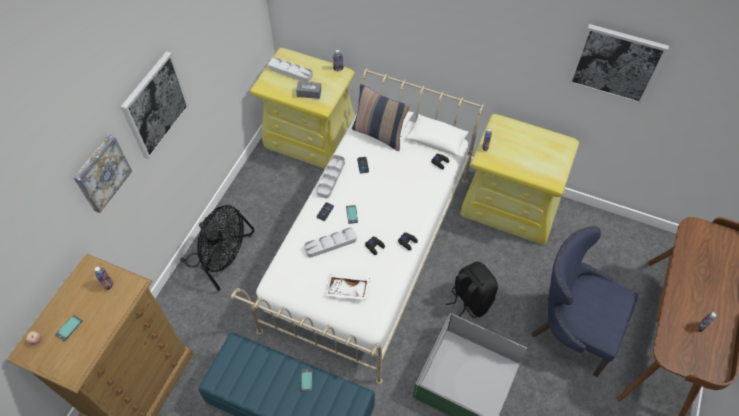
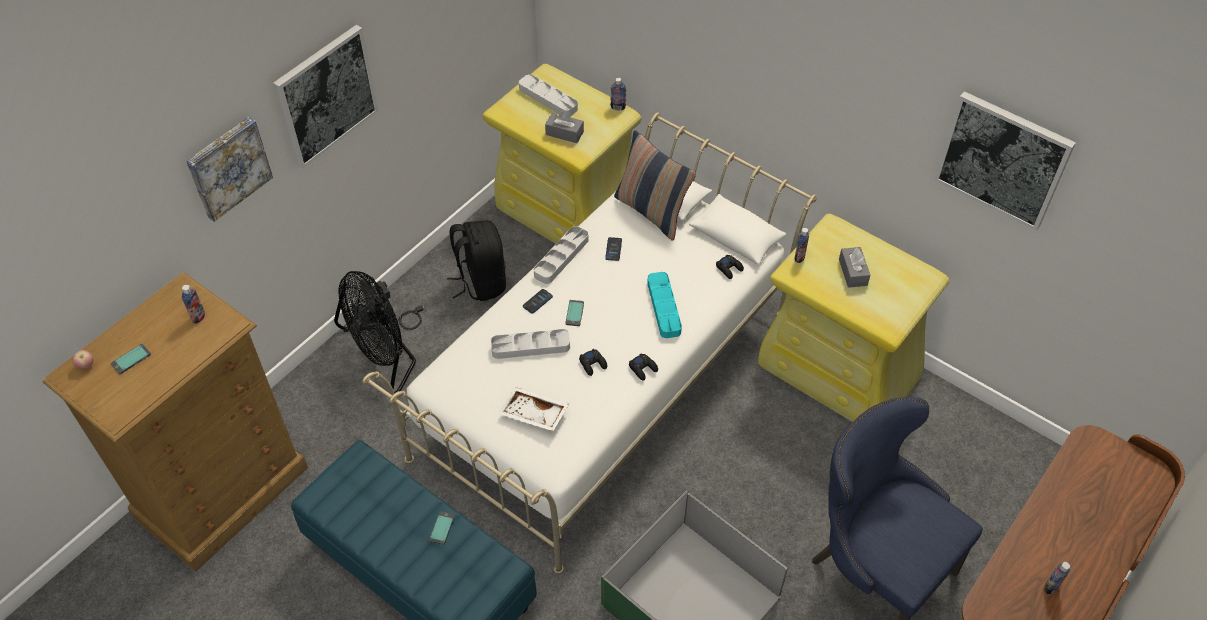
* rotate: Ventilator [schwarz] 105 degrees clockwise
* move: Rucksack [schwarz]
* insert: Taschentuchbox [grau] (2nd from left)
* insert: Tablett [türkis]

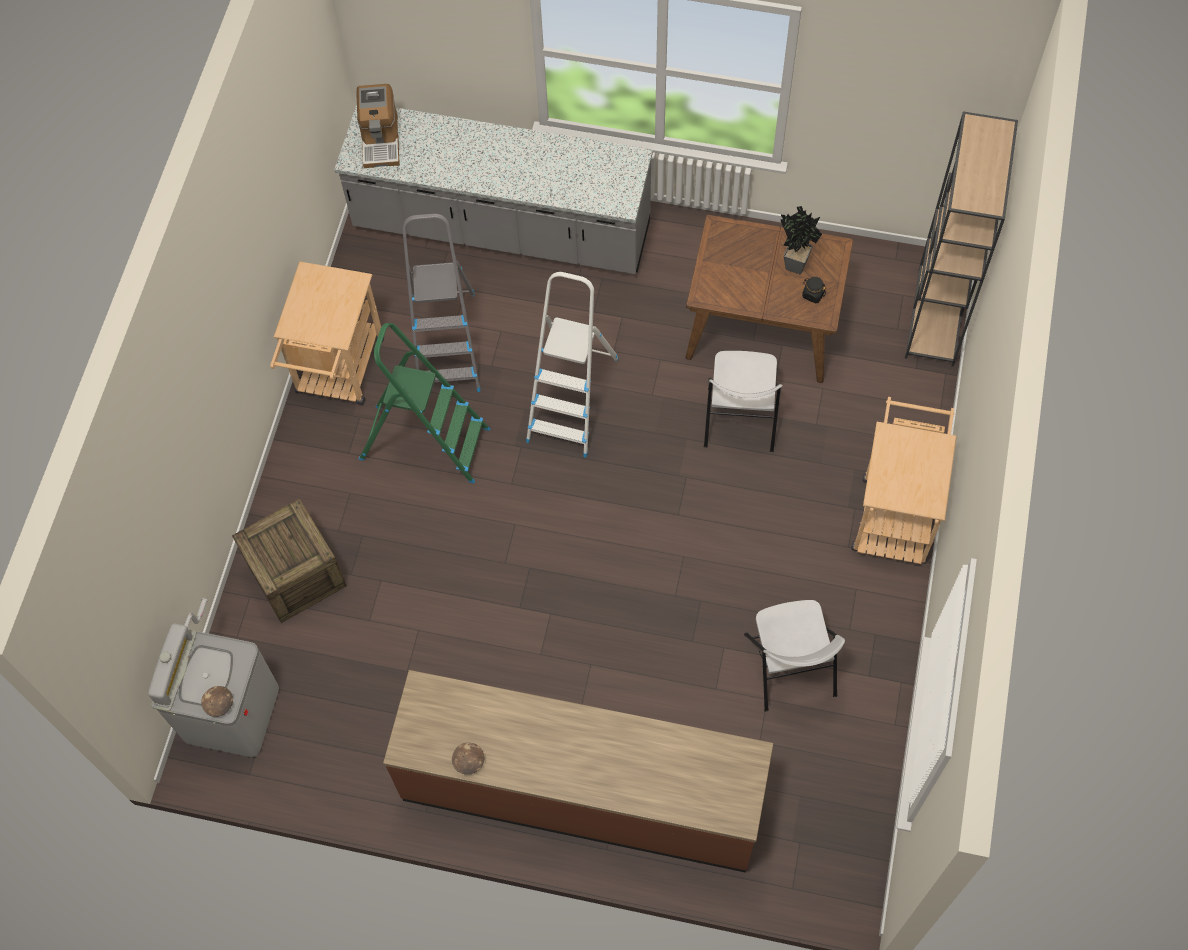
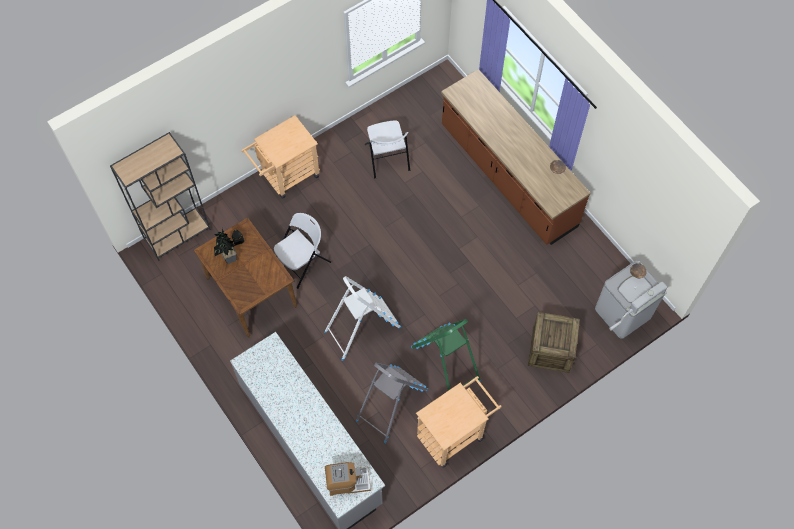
* rotate: Kaffeemaschine 45 degrees clockwise
* rotate: Stuhl [weiß] (2nd from left) 135 degrees clockwise

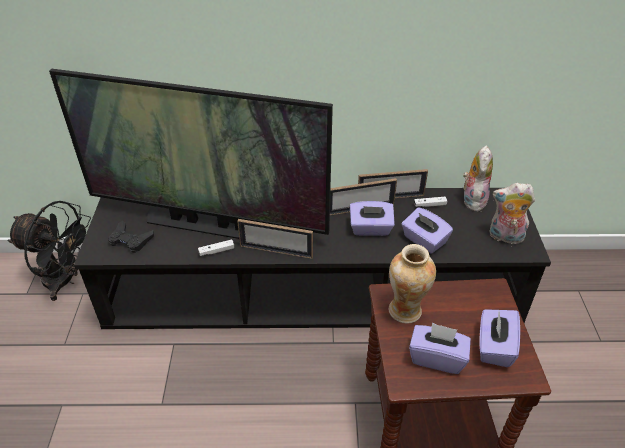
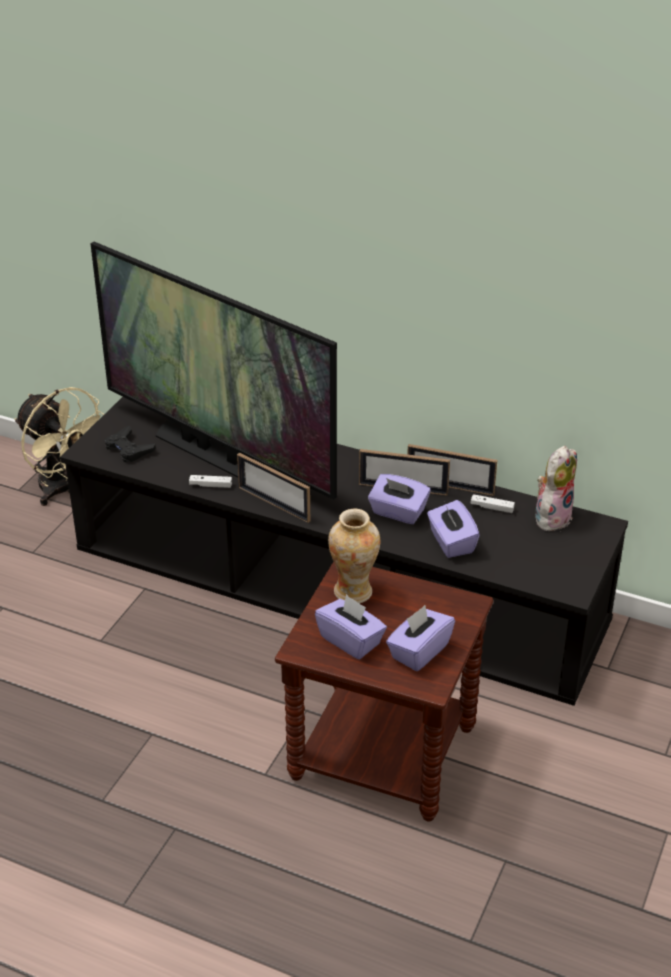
* delete: Plüschtier (2nd from left)
* recolor: Ventilator [schwarz] to Ventilator [beige]

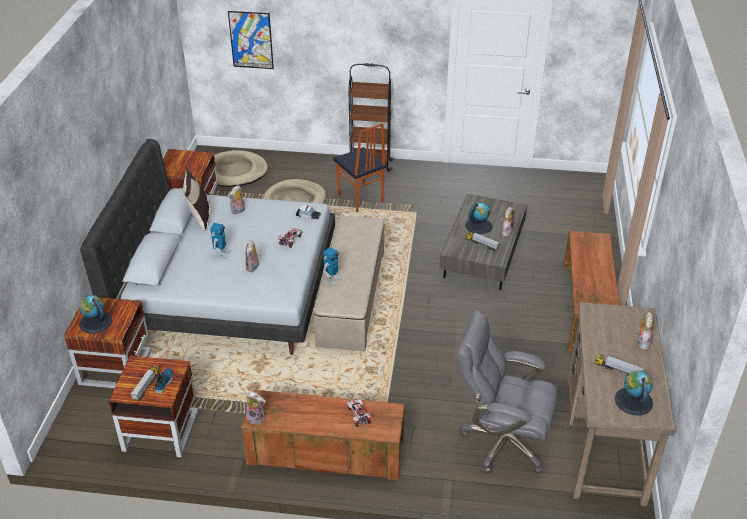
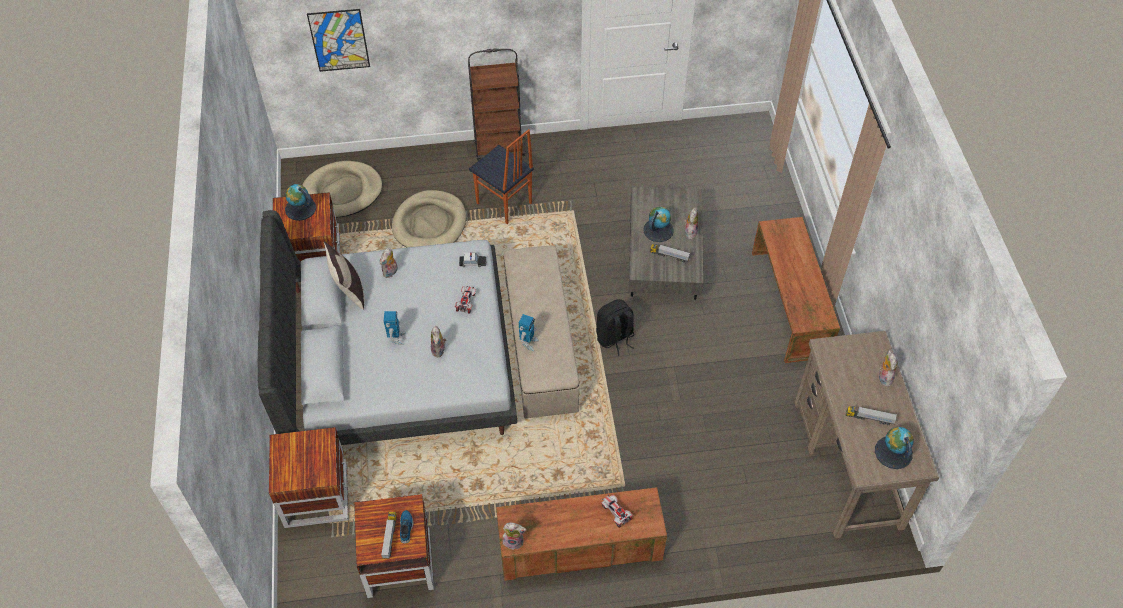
* move: Globus (1st from left)
* delete: Bürostuhl [grau]
* insert: Rucksack [schwarz]

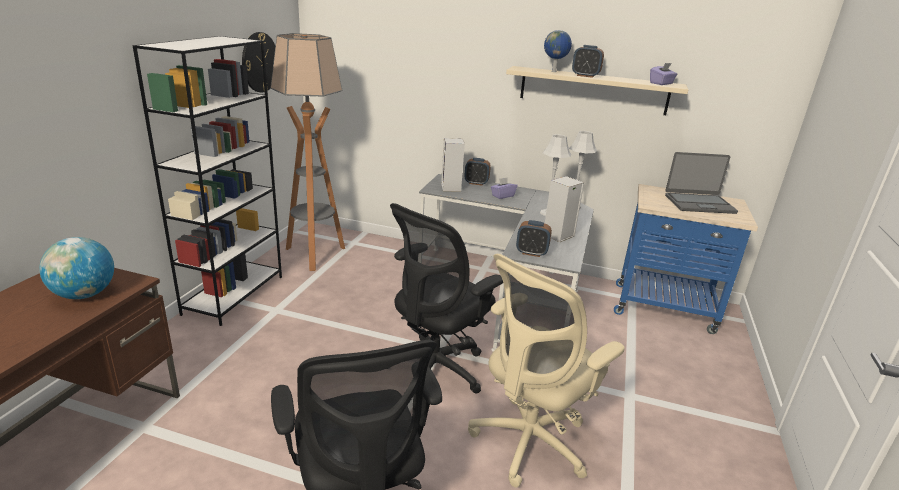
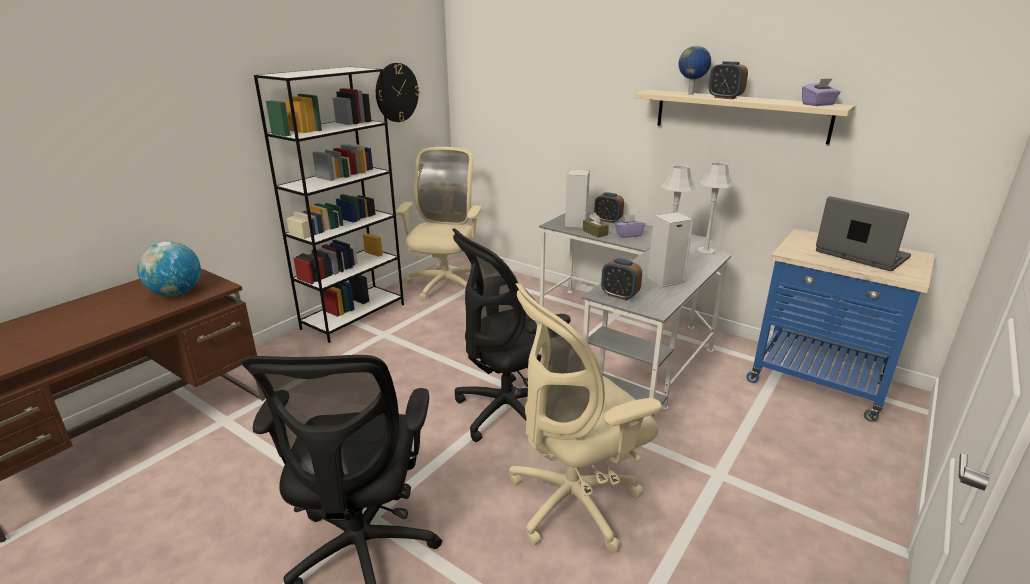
* replace: Stehlampe to Bürostuhl [beige] (1st from left)
* rotate: Laptop 150 degrees counterclockwise
* insert: Taschentuchbox [braun]

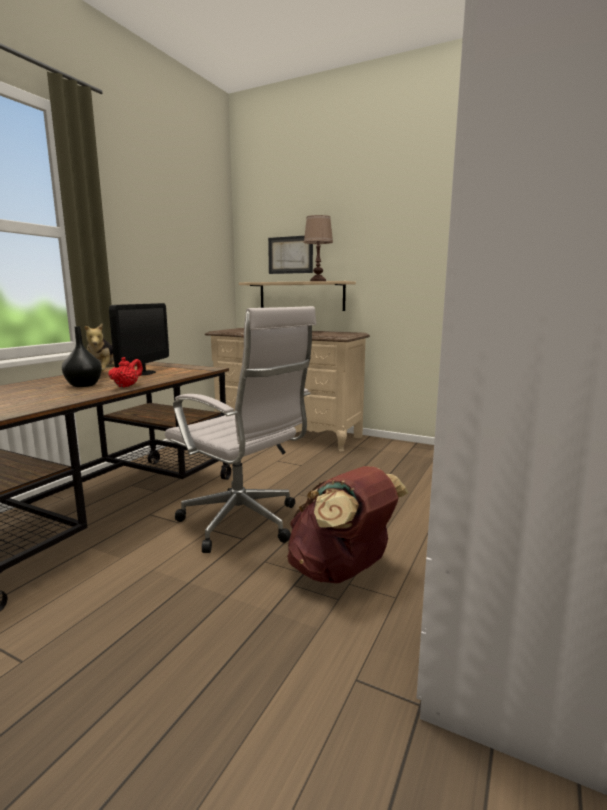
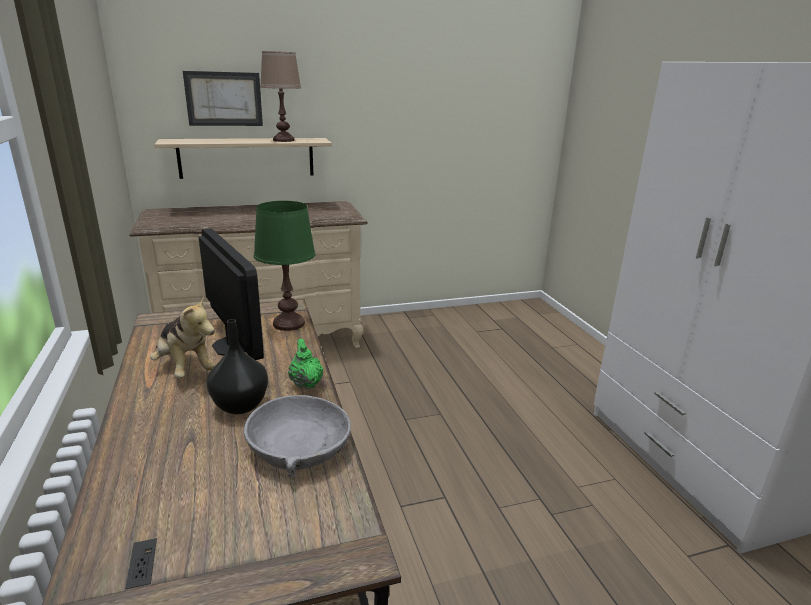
* delete: Bürostuhl [weiß]
* recolor: Teekanne [rot] to Teekanne [grün]
* delete: Rucksack [braun]
* insert: Tischlampe [grün]
* insert: Schüssel [grau]

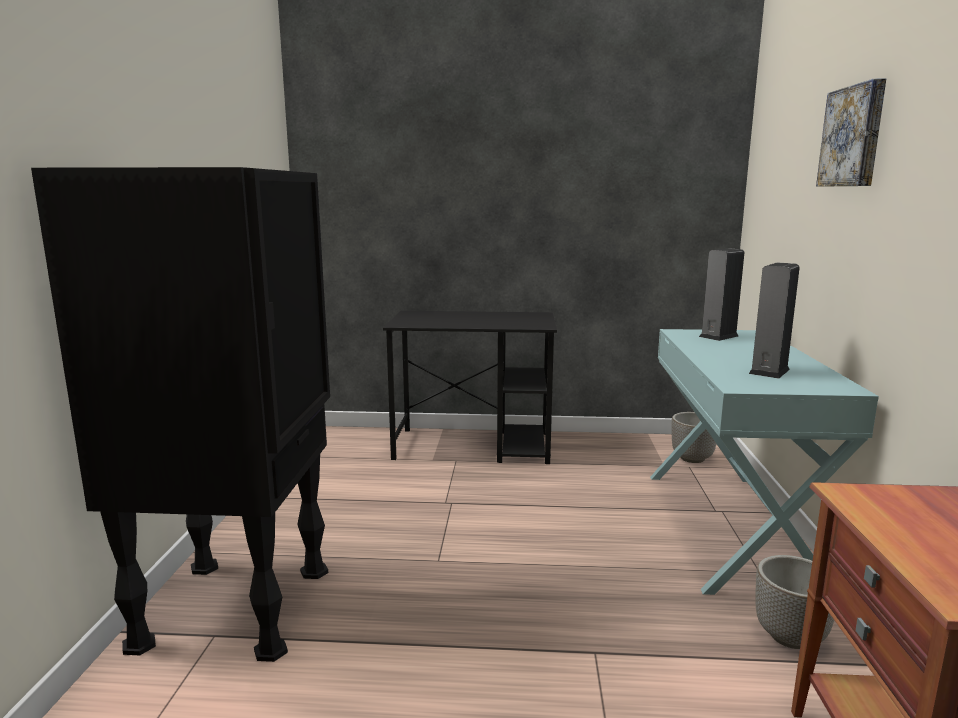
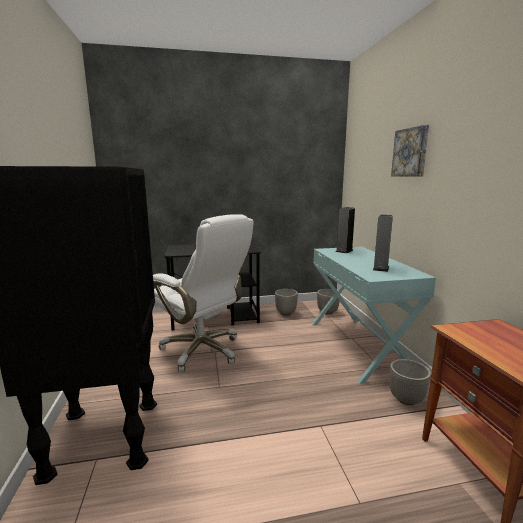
* insert: Bürostuhl [weiß]
* insert: Pflanzkübel (1st from left)

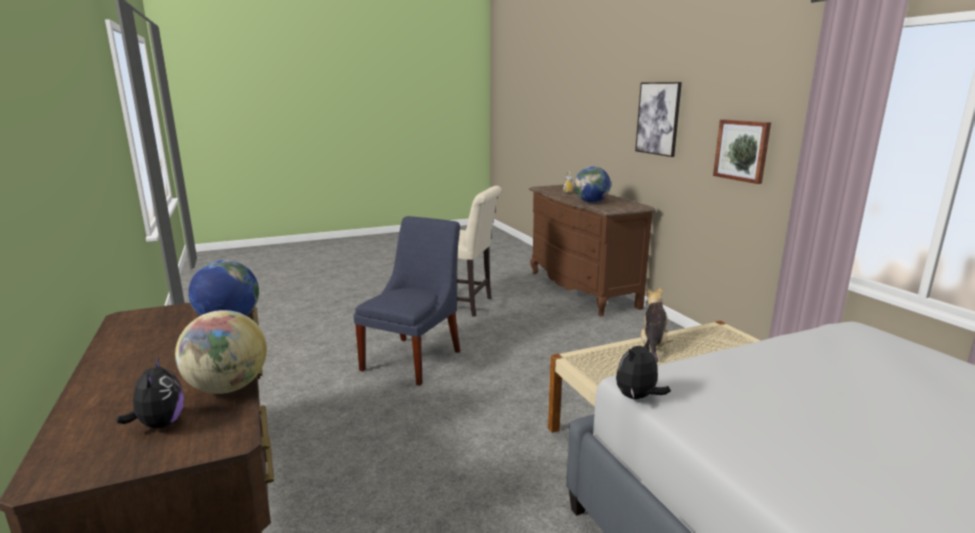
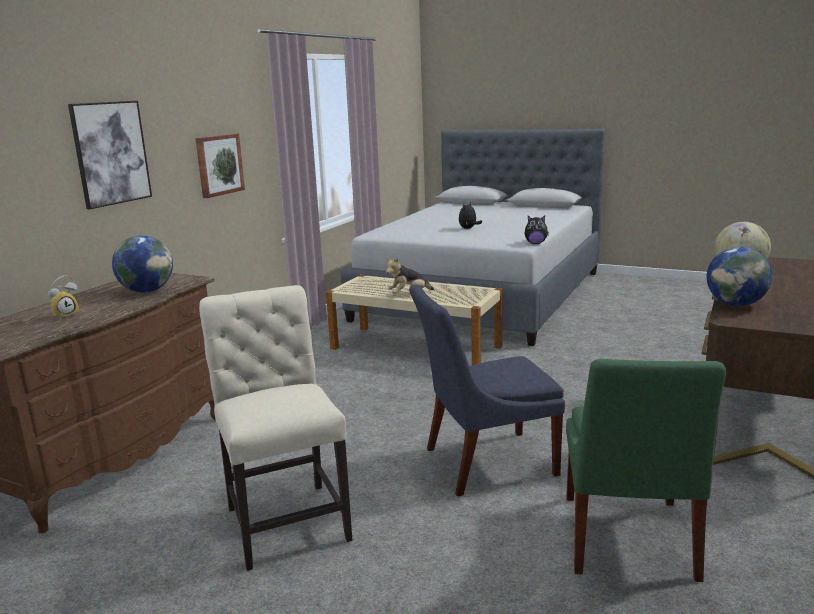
* move: Plüschtier (1st from left in the first image) to Plüschtier (2nd from left)
* insert: Stuhl [grün]

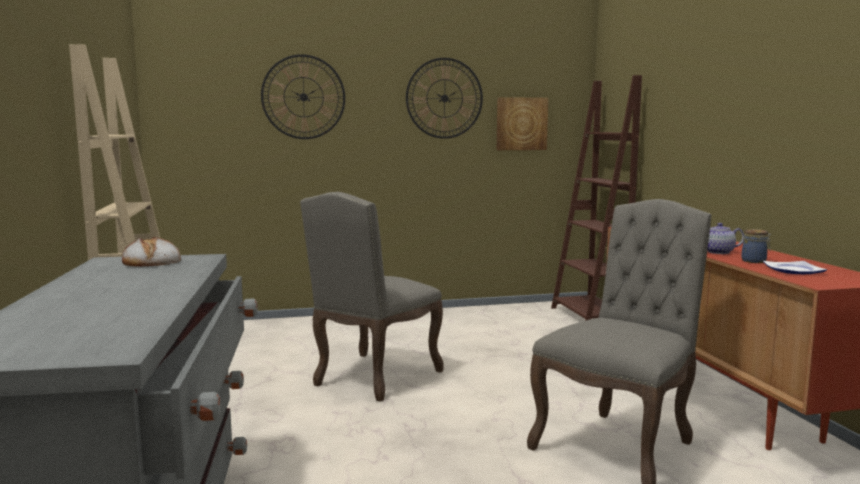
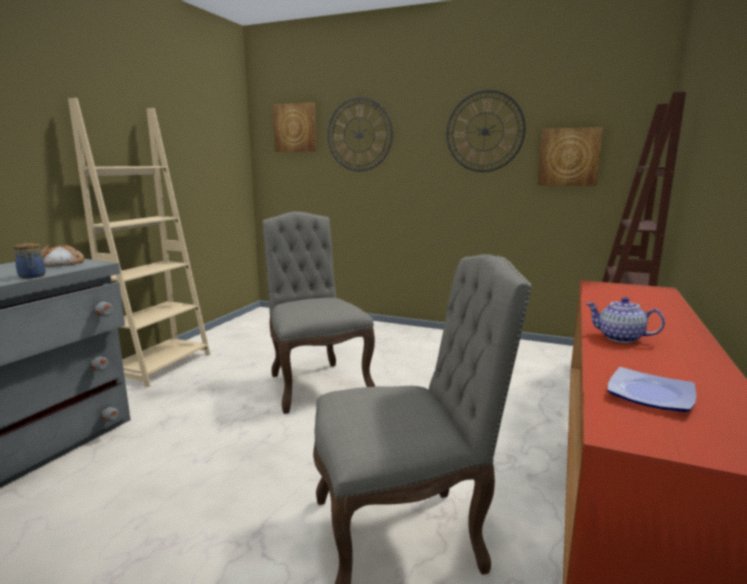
* rotate: Stuhl [grau] (1st from left) 90 degrees clockwise
* move: Vorratsglas
* insert: Bild (1st from left)

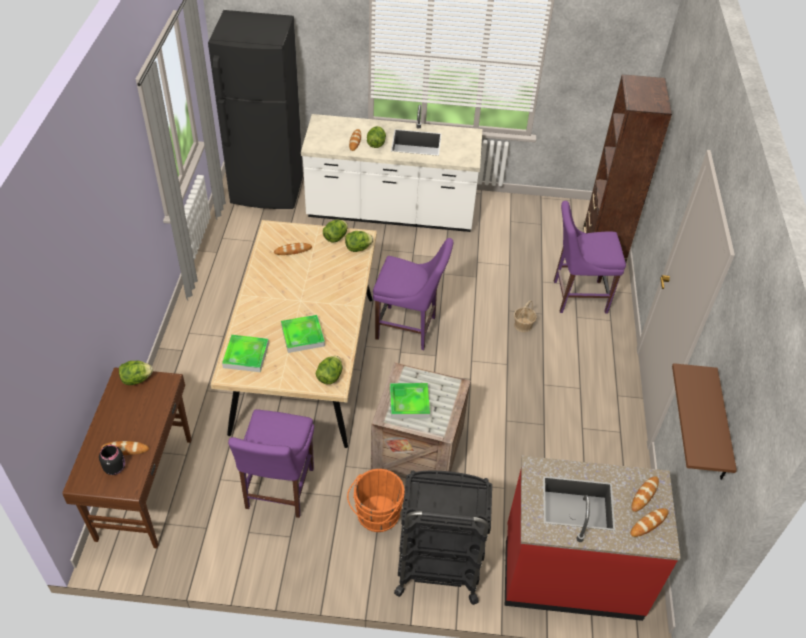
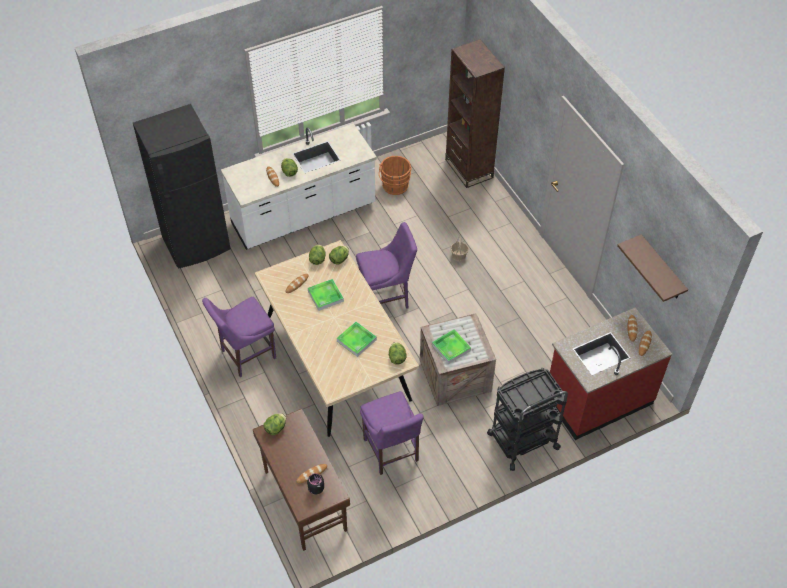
* move: Stuhl [lila] (3rd from left in the first image) to Stuhl [lila] (1st from left)
* move: Tablett (1st from left)
* move: Eimer [orange]

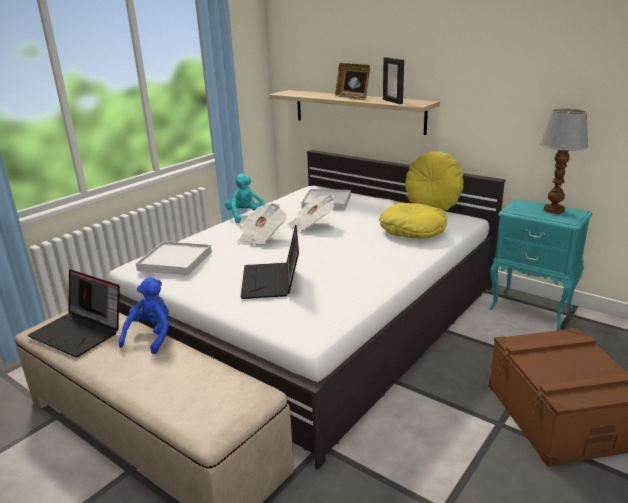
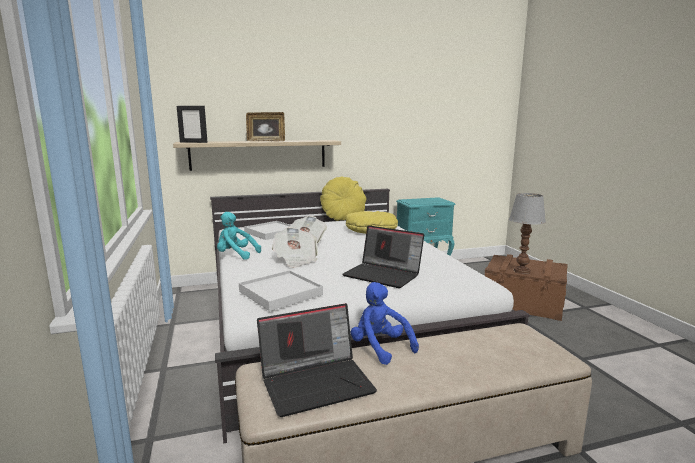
* move: Bilderrahmen (2nd from left in the first image) to Bilderrahmen (1st from left)
* move: Tischlampe

